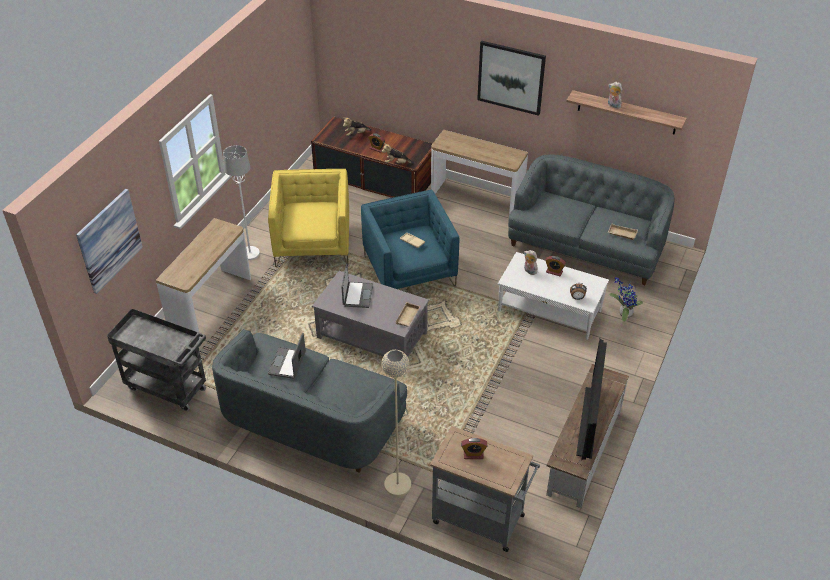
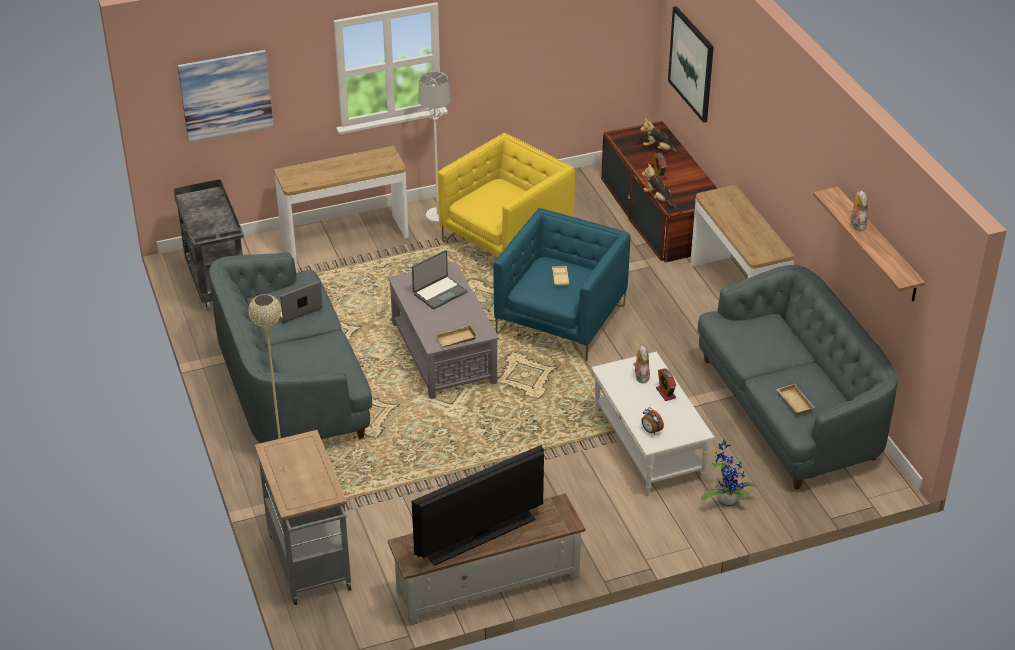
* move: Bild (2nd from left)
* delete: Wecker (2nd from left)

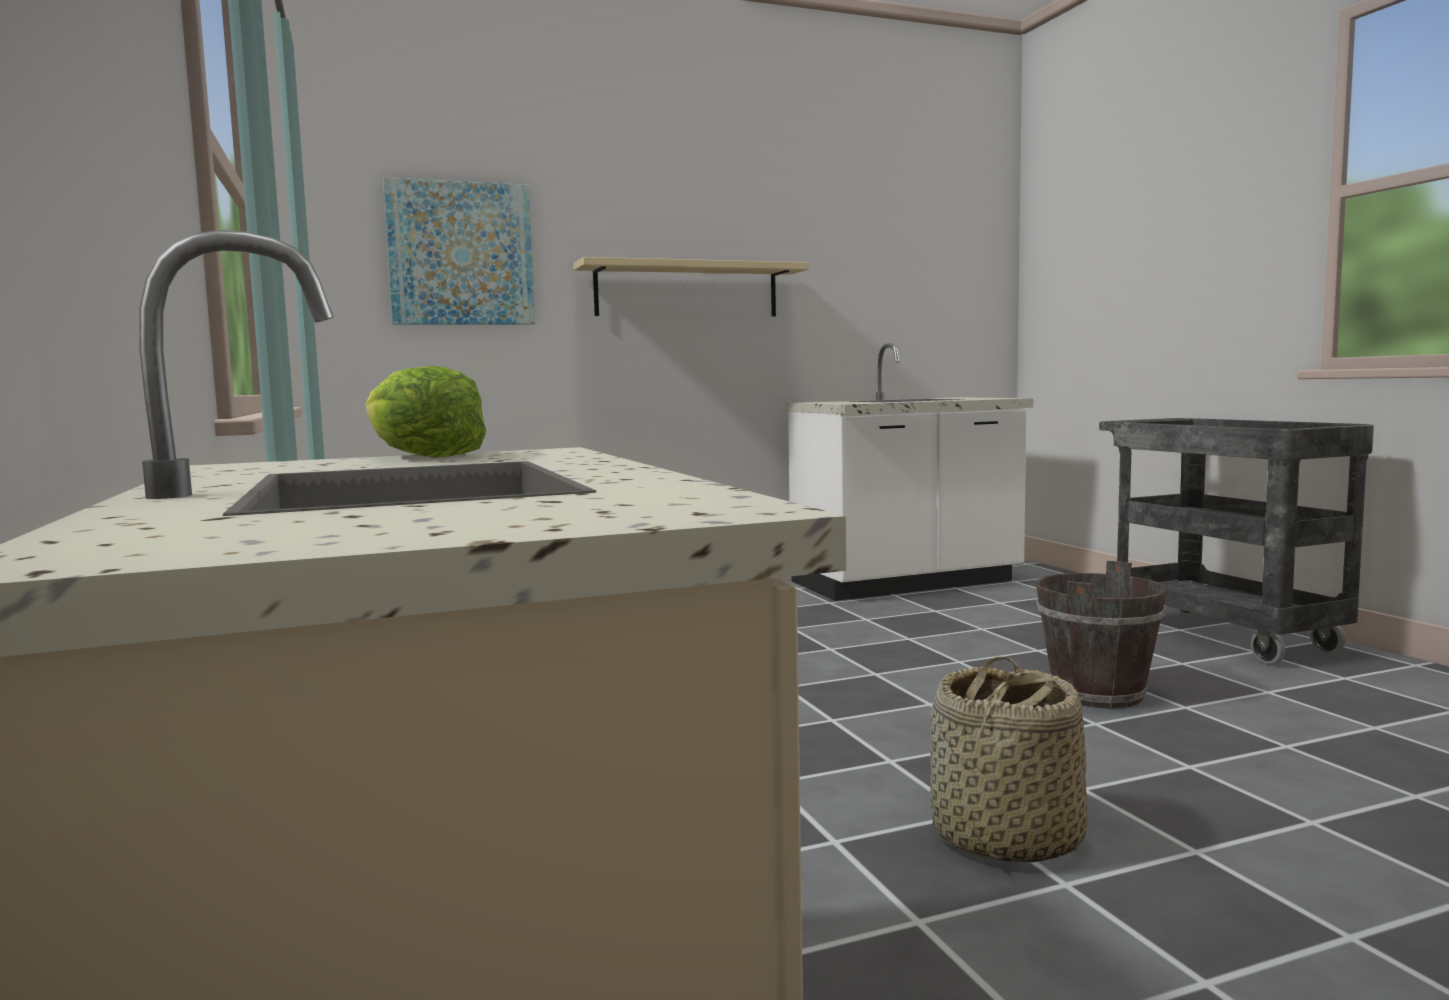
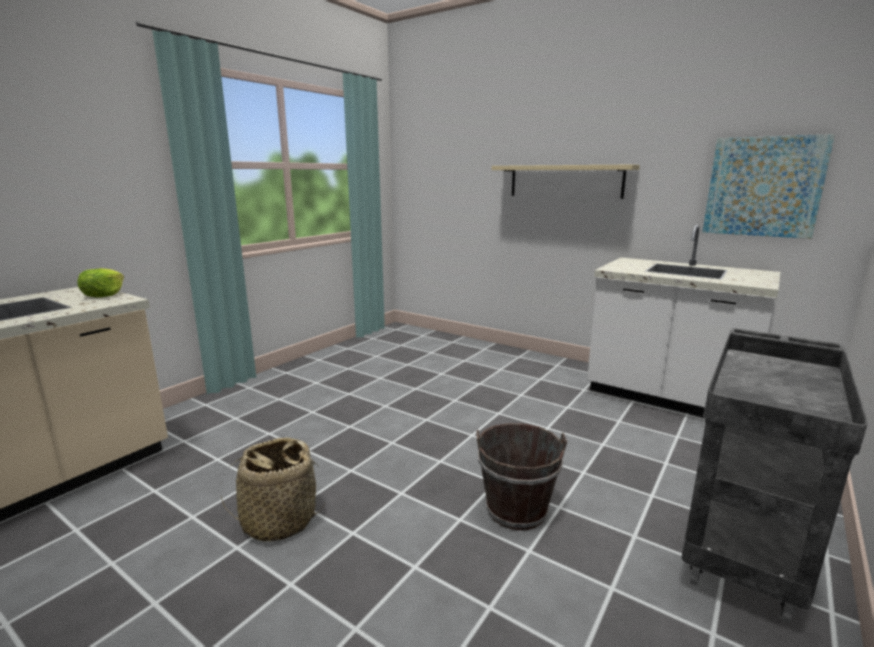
* move: Bild

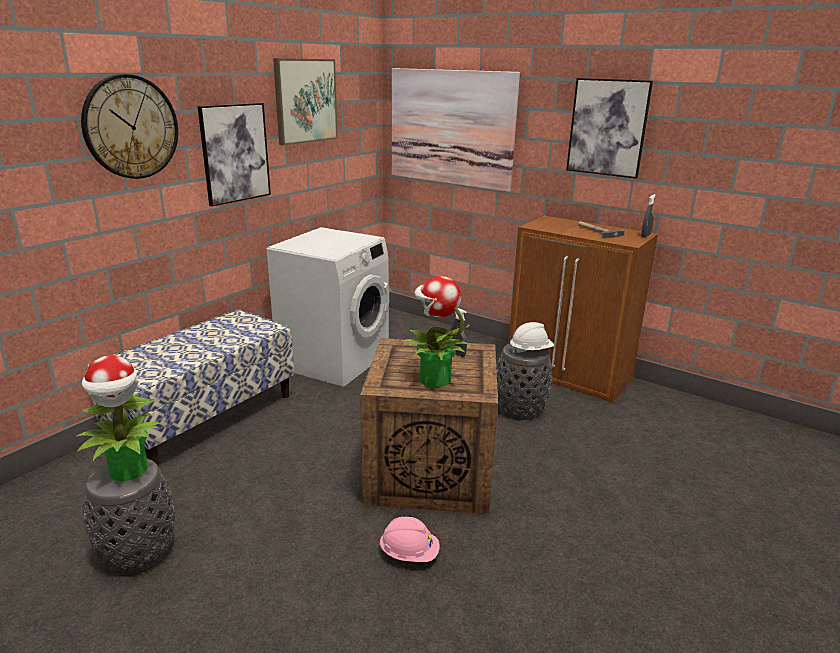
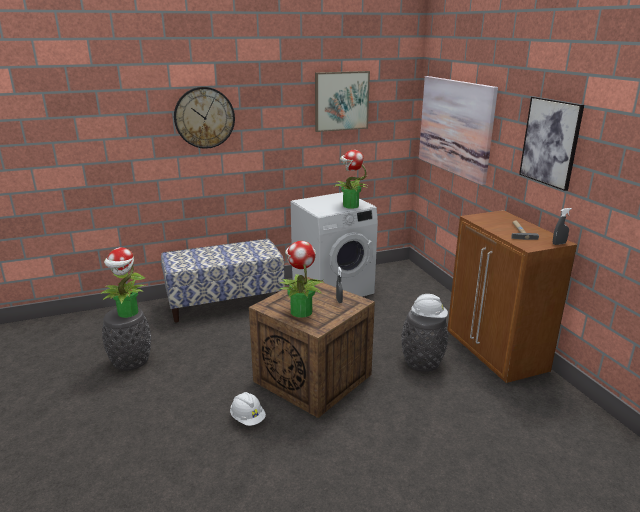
* delete: Bild (1st from left)
* recolor: Schutzhelm [rosa] to Schutzhelm [weiß] (1st from left)
* insert: Topfpflanze (3rd from left)

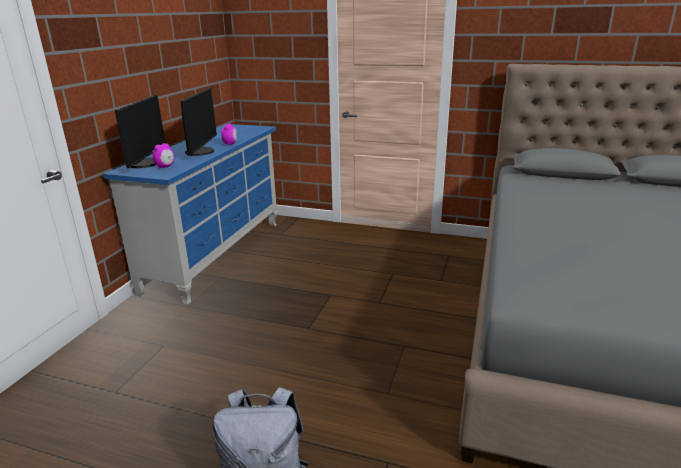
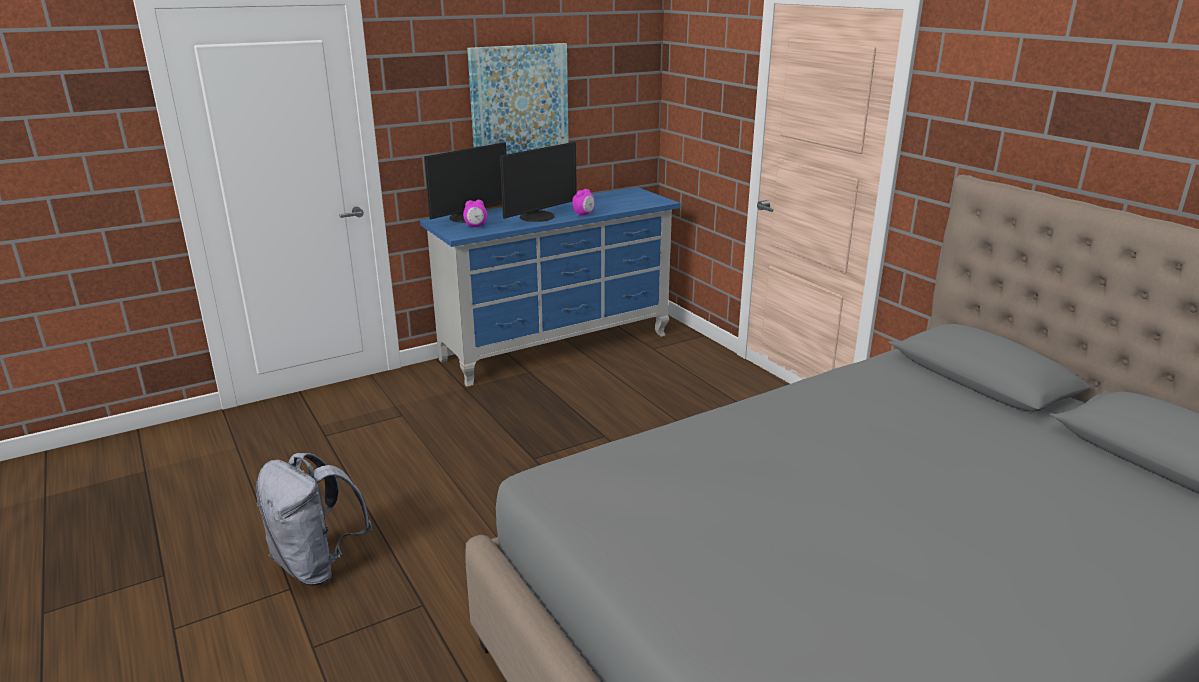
* insert: Bild

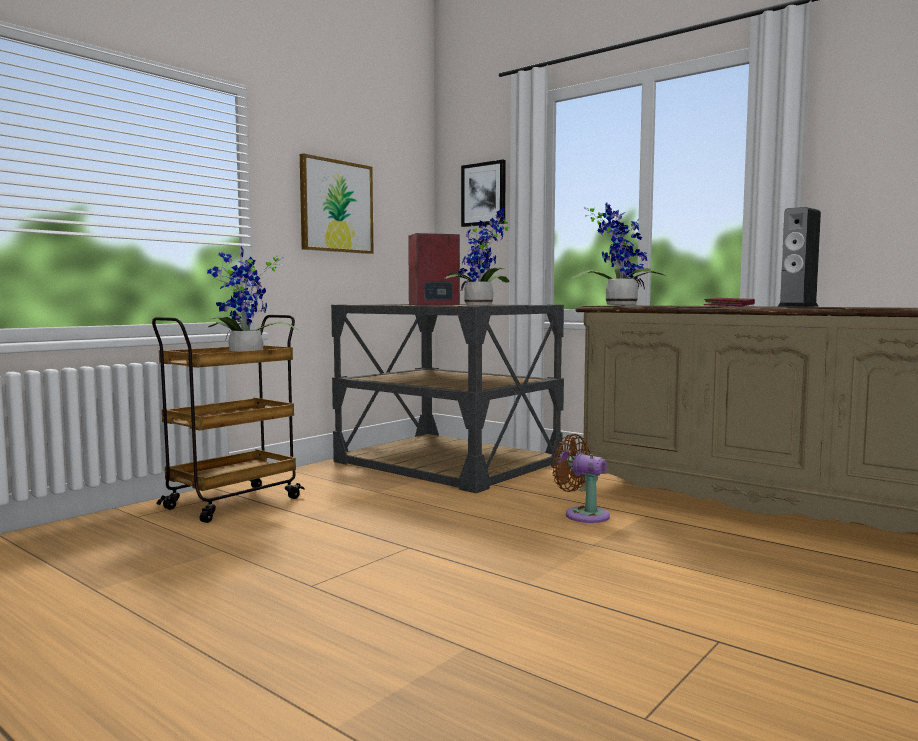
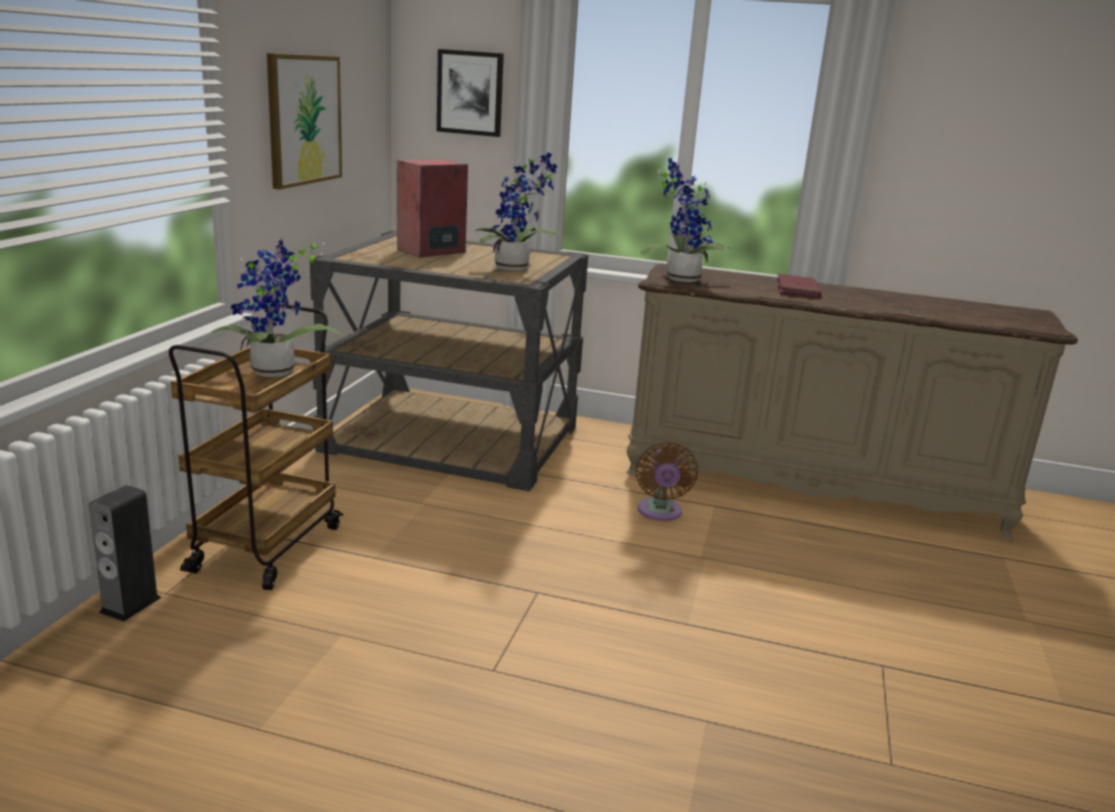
* move: Lautsprecher (2nd from left in the first image) to Lautsprecher (1st from left)
* rotate: Ventilator [braun] 105 degrees counterclockwise

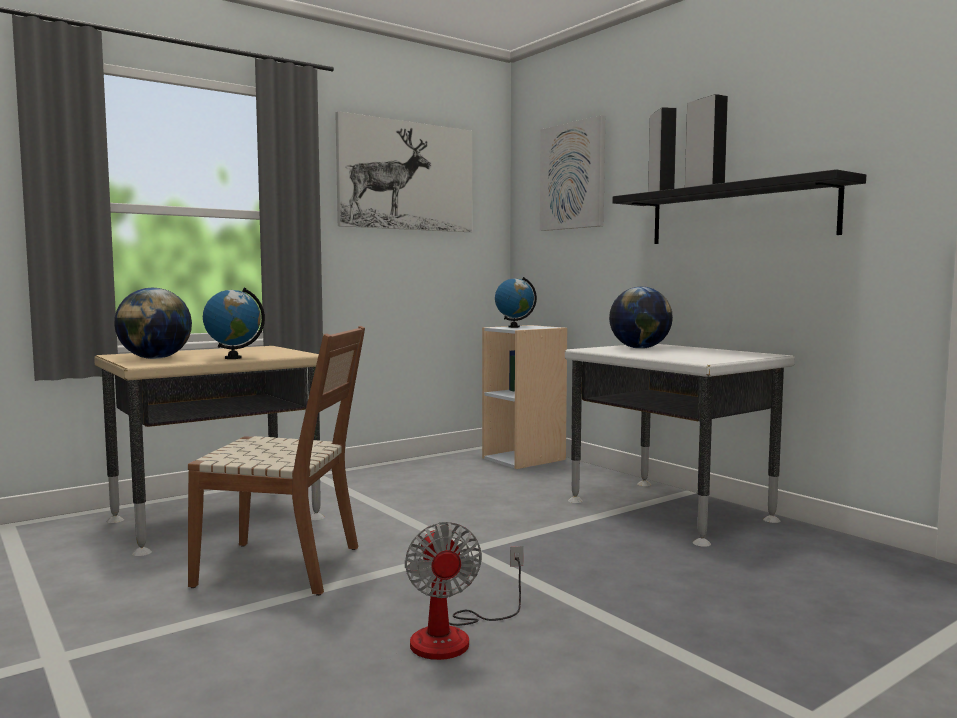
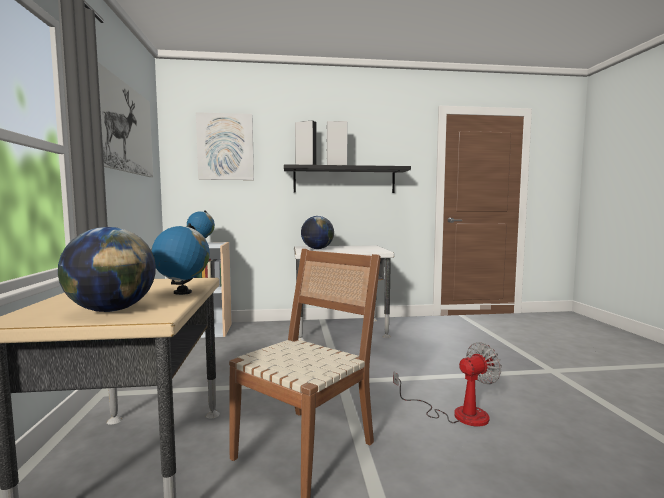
* rotate: Ventilator 45 degrees counterclockwise

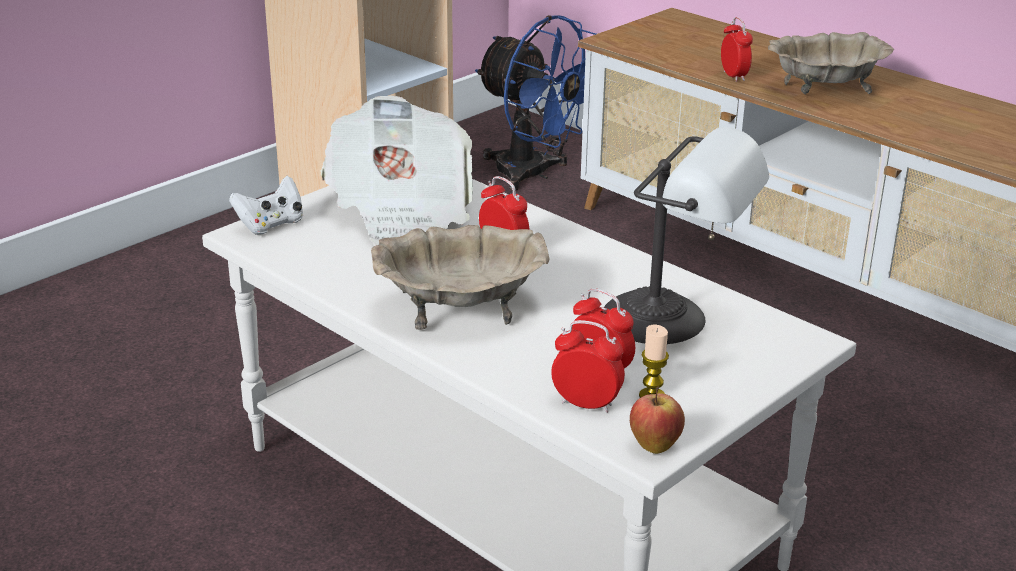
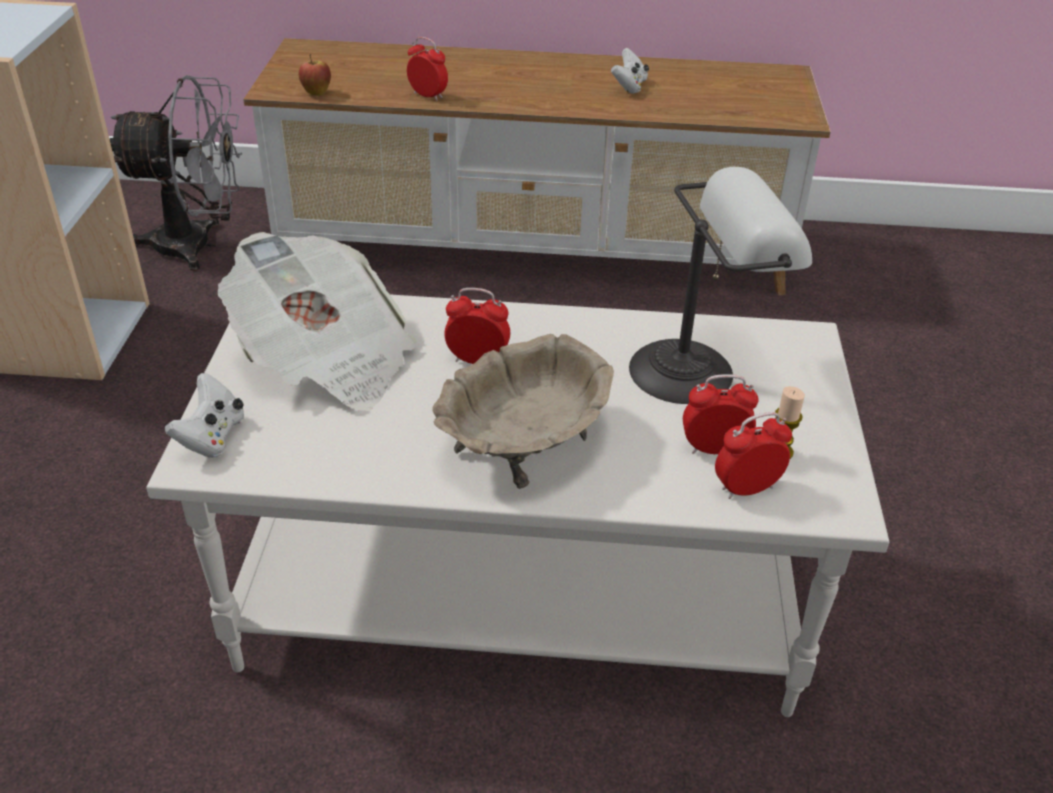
* recolor: Ventilator [blau] to Ventilator [grau]
* delete: Schüssel [beige] (2nd from left)
* move: Apfel
* insert: Gamepad [weiß] (2nd from left)

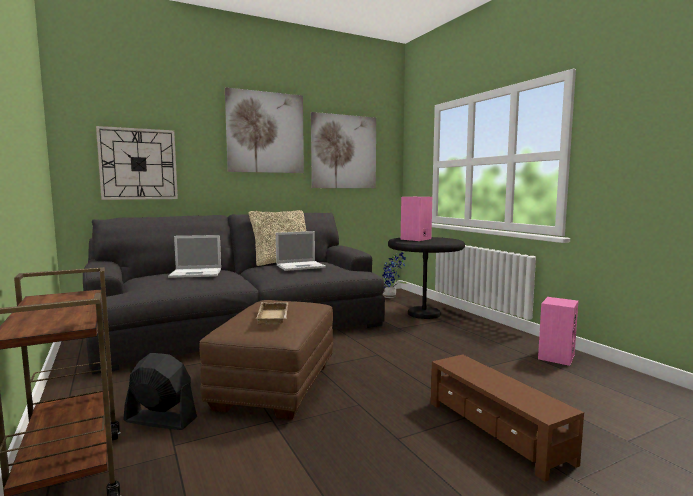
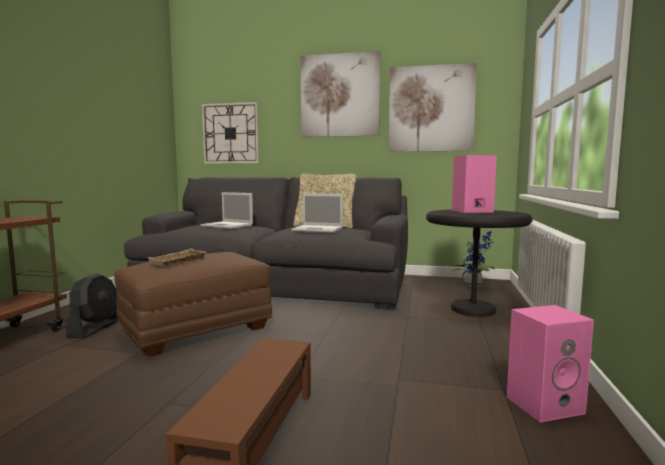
* rotate: Ventilator [schwarz] 45 degrees clockwise

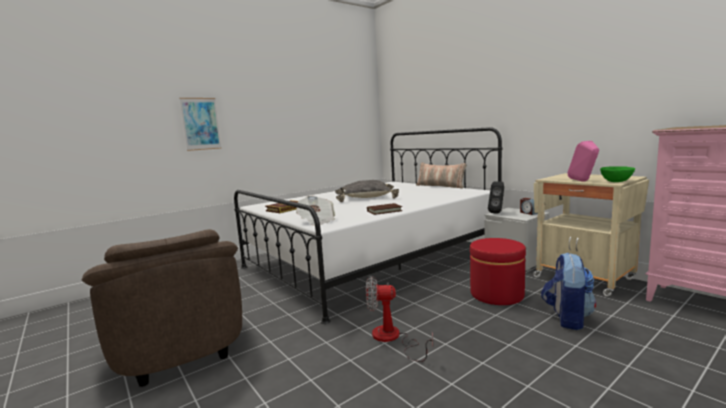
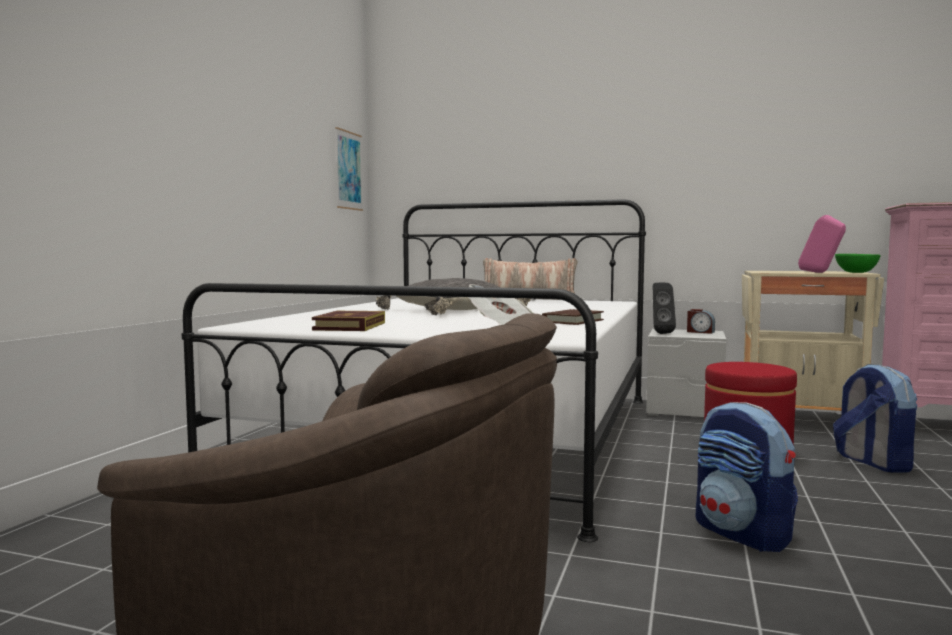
* move: Bild
* replace: Ventilator to Rucksack (1st from left)

